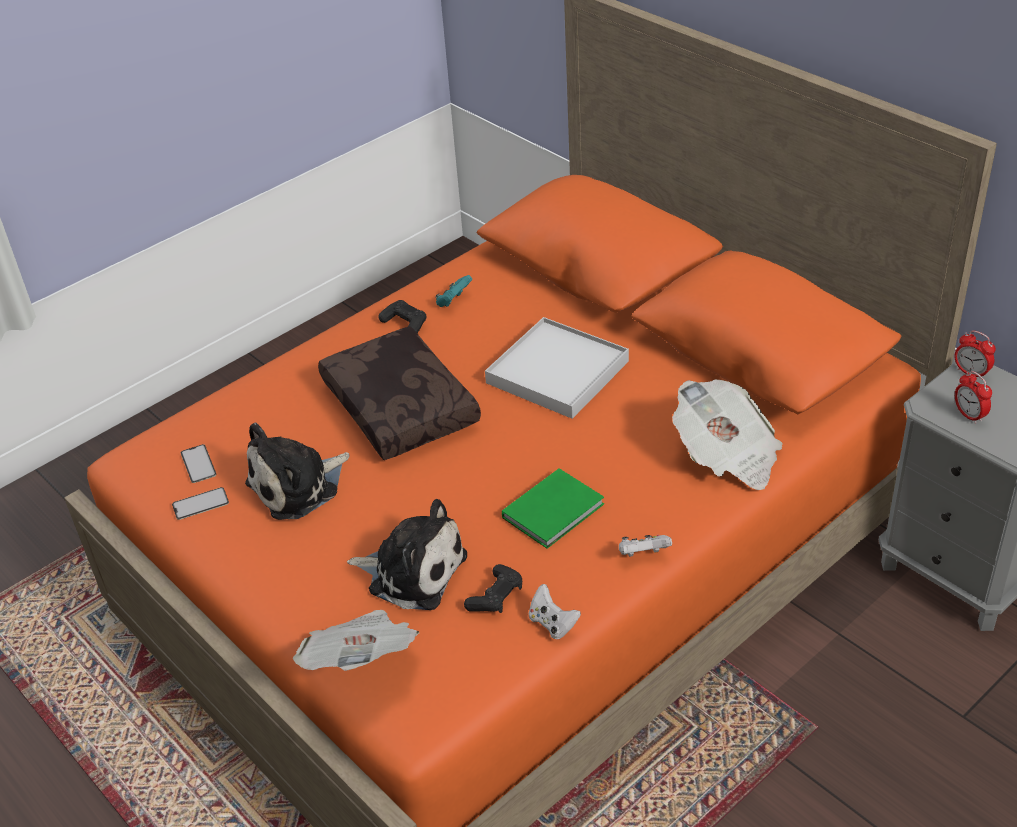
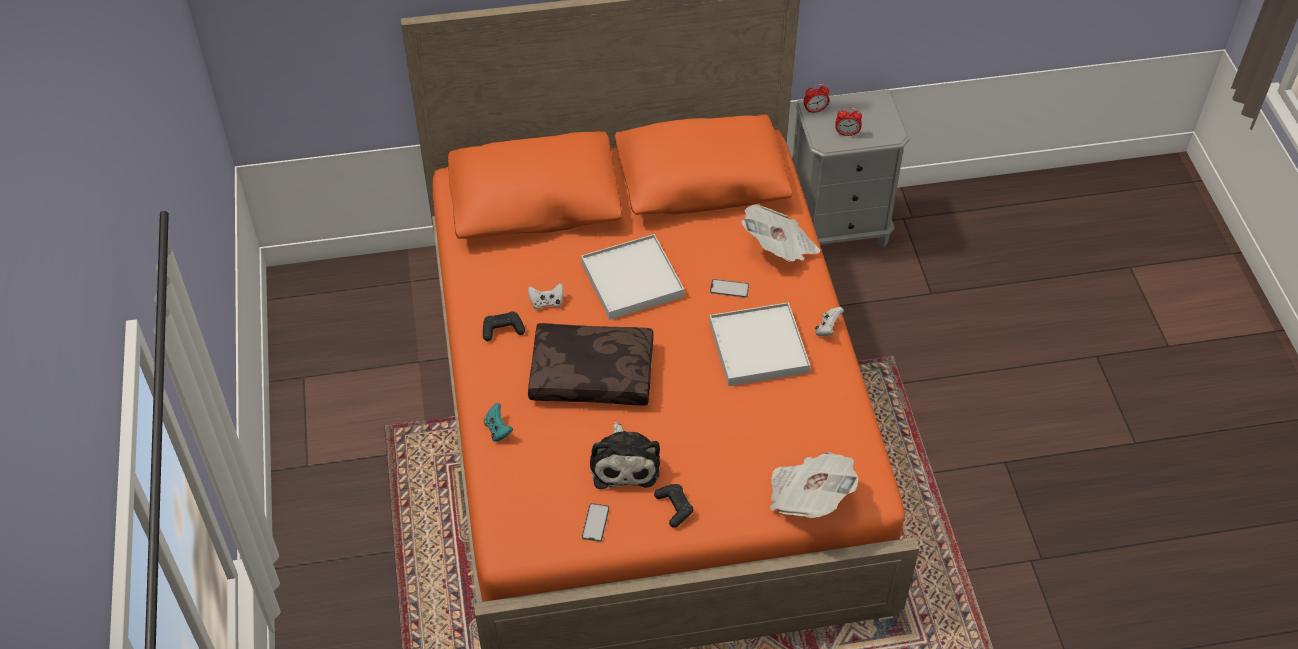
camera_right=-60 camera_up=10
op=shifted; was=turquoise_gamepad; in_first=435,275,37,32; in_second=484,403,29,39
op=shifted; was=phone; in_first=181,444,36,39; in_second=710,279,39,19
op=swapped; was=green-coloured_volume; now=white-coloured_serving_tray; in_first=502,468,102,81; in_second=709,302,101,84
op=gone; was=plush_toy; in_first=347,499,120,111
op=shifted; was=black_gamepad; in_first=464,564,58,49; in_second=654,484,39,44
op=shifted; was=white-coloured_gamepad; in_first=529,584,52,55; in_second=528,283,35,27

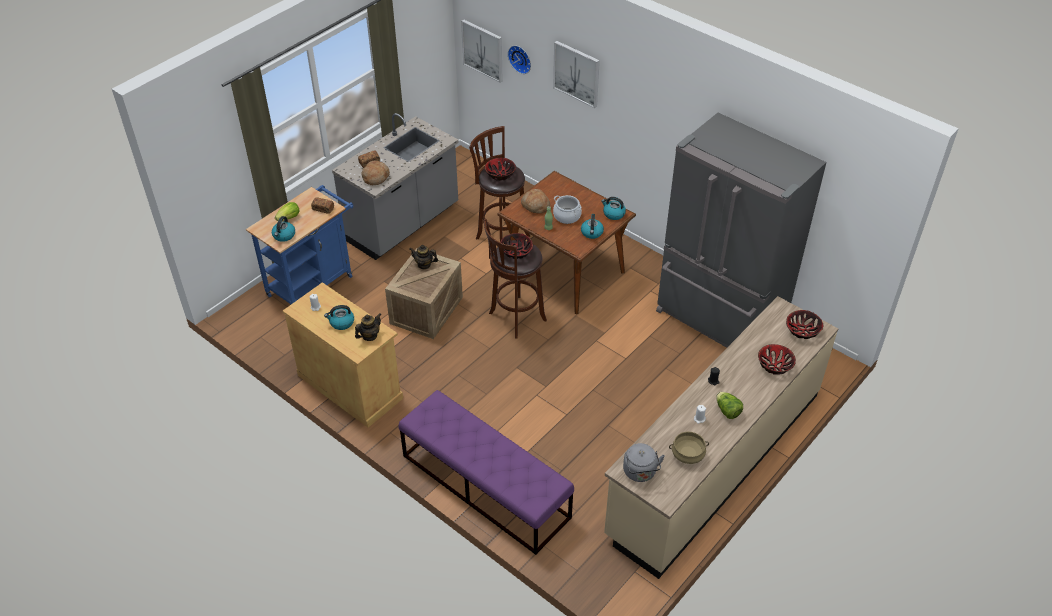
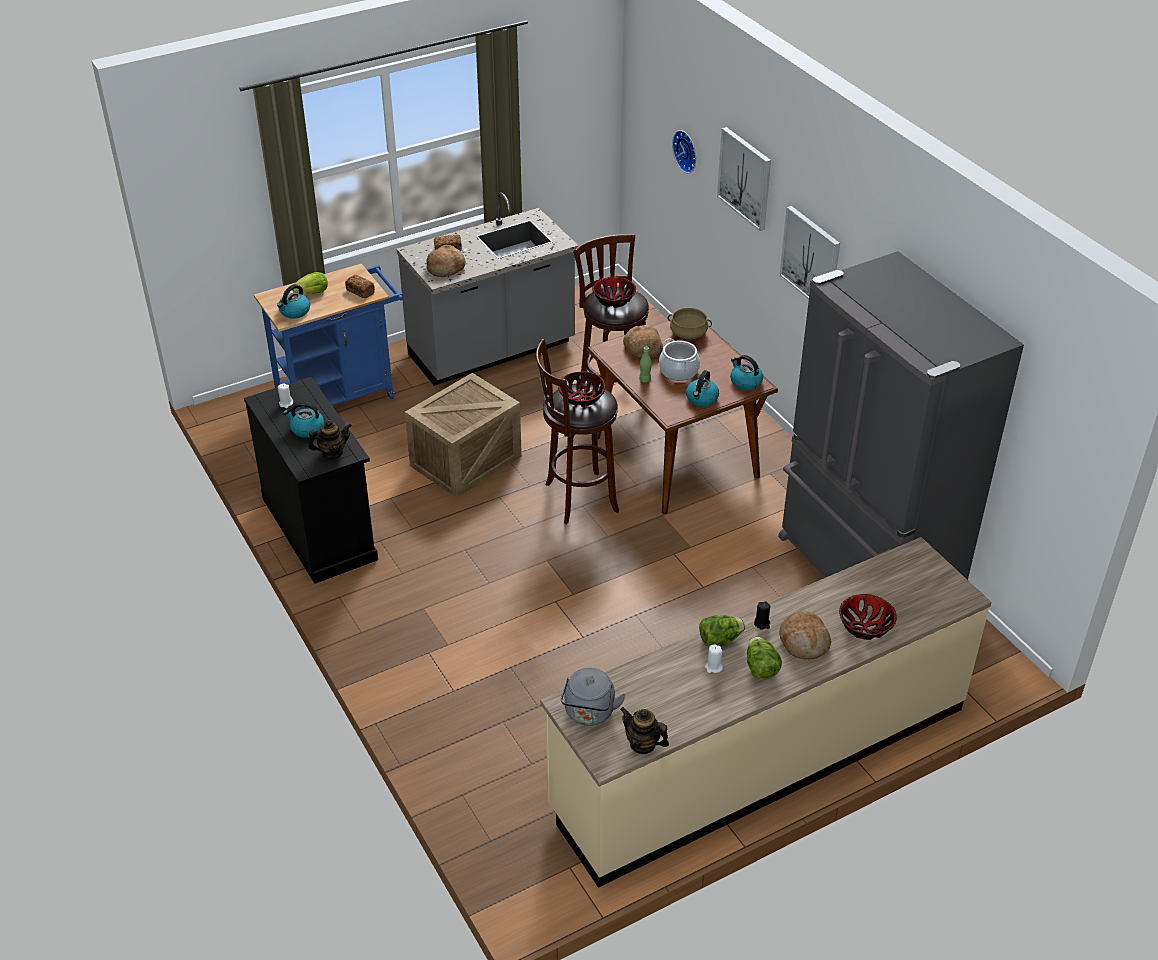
camera_right=20 camera_up=-5
op=shifted; was=picture; in_first=461,19,42,64; in_second=780,206,60,93
op=shifted; was=teapot; in_first=410,245,28,24; in_second=620,707,49,47
op=repainted; was=sand-coloured_cabinet; now=black_cabinet; in_first=283,282,120,146; in_second=244,377,134,207
op=gone; was=serving_bowl; in_first=786,310,37,29
op=gone; was=purple-coloured_indoor_bench; in_first=399,390,175,165
op=shifted; was=sand-coloured_cooking_pot; in_first=669,432,40,32; in_second=668,308,44,31
op=new; now=bread; in_second=779,611,52,49
op=new; now=head_of_lettuce; in_second=699,615,46,32

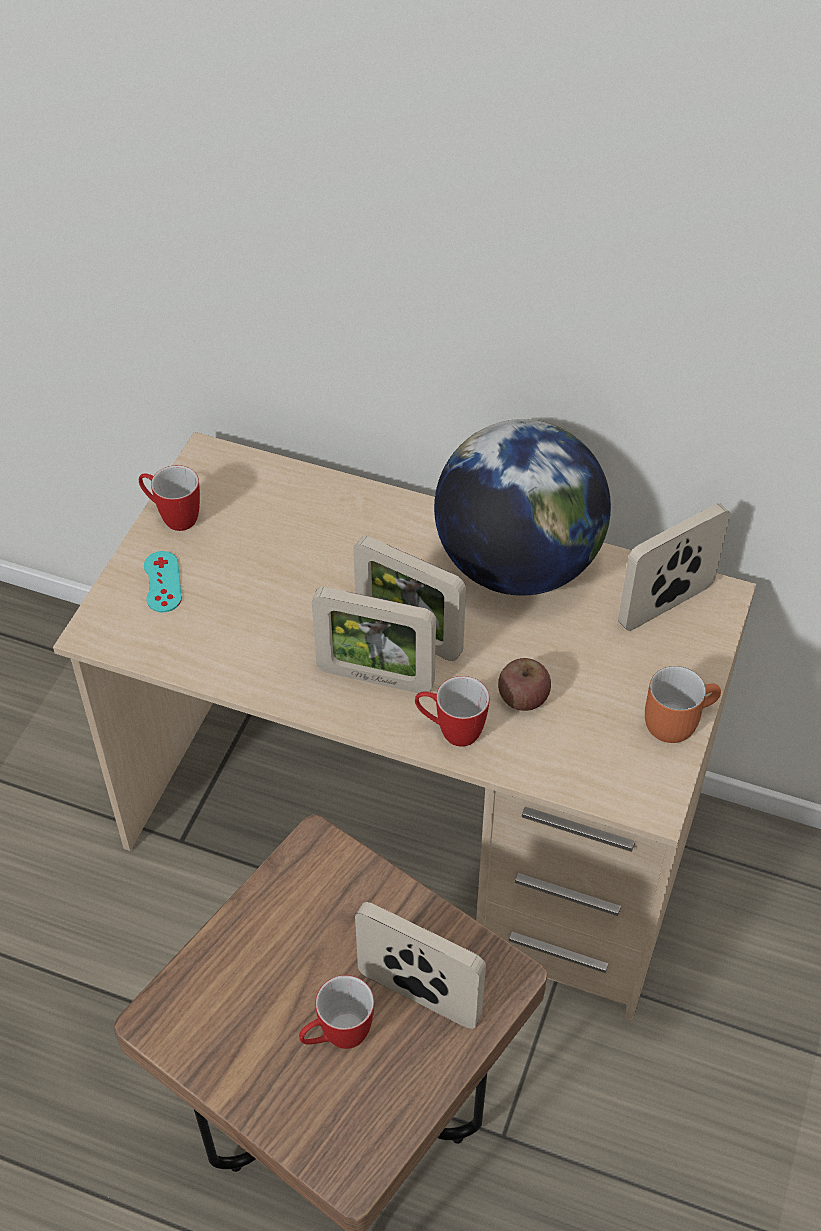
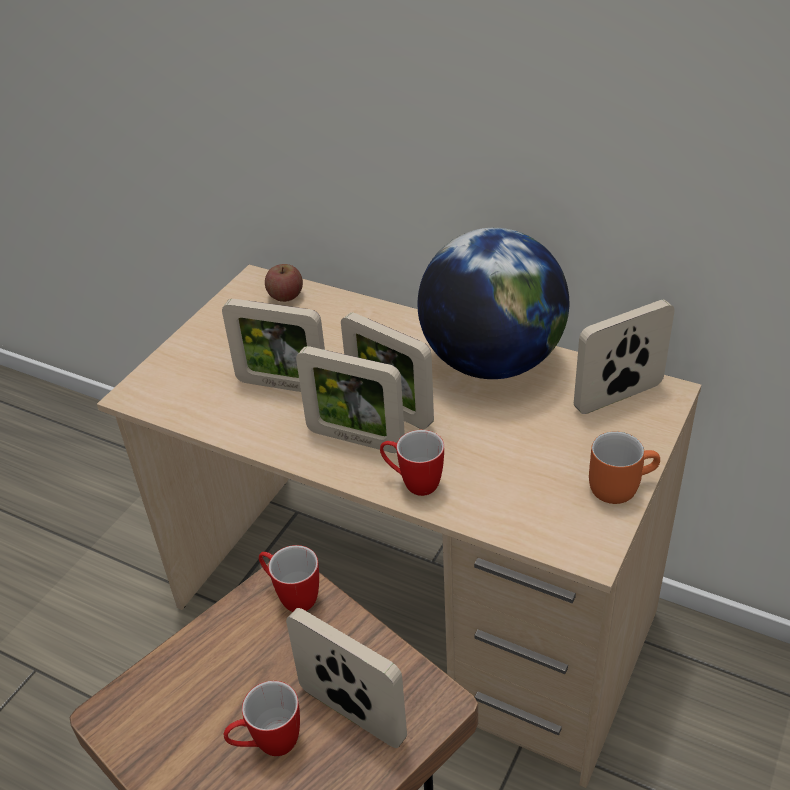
camera_right=10 camera_up=-10
op=shifted; was=tea_mug; in_first=139,465,61,66; in_second=259,545,60,67
op=gone; was=turquoise_gamepad; in_first=144,551,38,61
op=shifted; was=apple_fruit; in_first=498,658,53,53; in_second=265,264,38,38
op=new; now=photo_frame; in_second=222,299,103,93

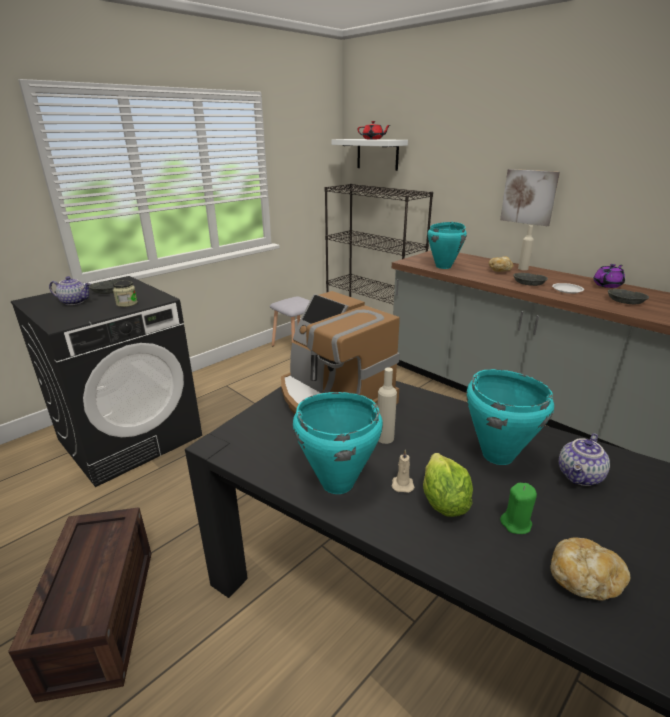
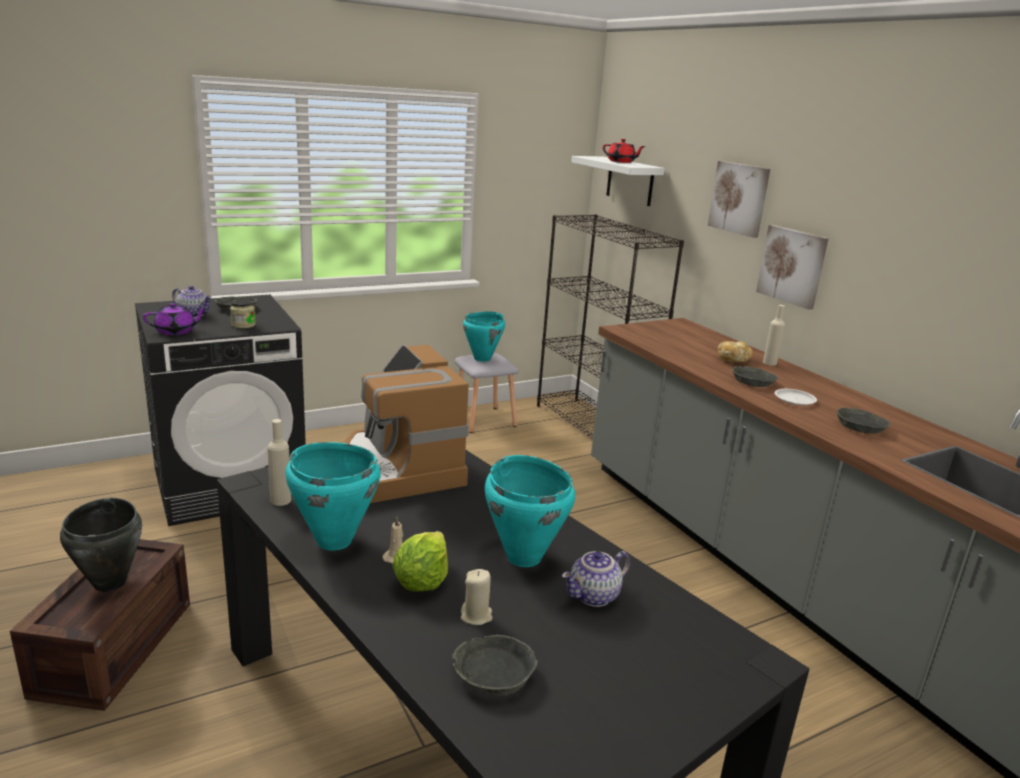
camera_right=15 camera_up=-5
op=shifted; was=turquoise_cooking_pot; in_first=428,222,39,47; in_second=463,312,42,50
op=shifted; was=purple-coloured_teapot; in_first=593,264,32,24; in_second=143,303,64,32
op=shifted; was=sand-coloured_drink_bottle; in_first=378,368,19,76; in_second=267,419,24,87
op=repainted; was=green-coloured_wax_candle; now=sand-coloured_wax_candle; in_first=500,483,37,51; in_second=461,569,32,56
op=swapped; was=bread; now=greyish_serving_bowl; in_first=550,538,80,63; in_second=452,635,86,61
op=new; now=picture; in_second=708,161,63,77
op=new; now=black_cooking_pot; in_second=60,498,82,94

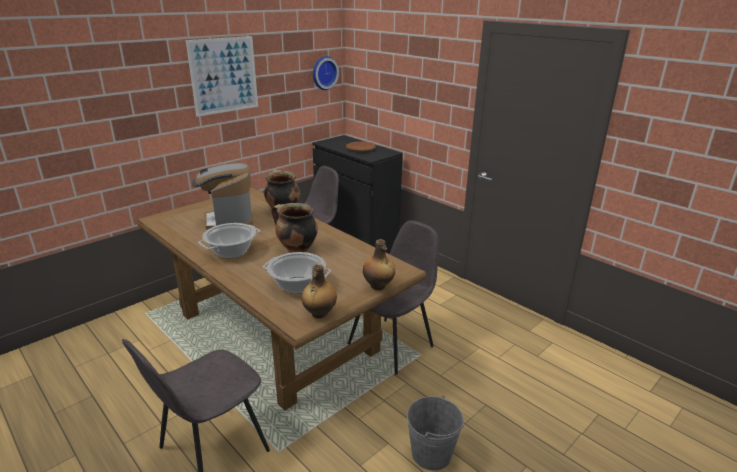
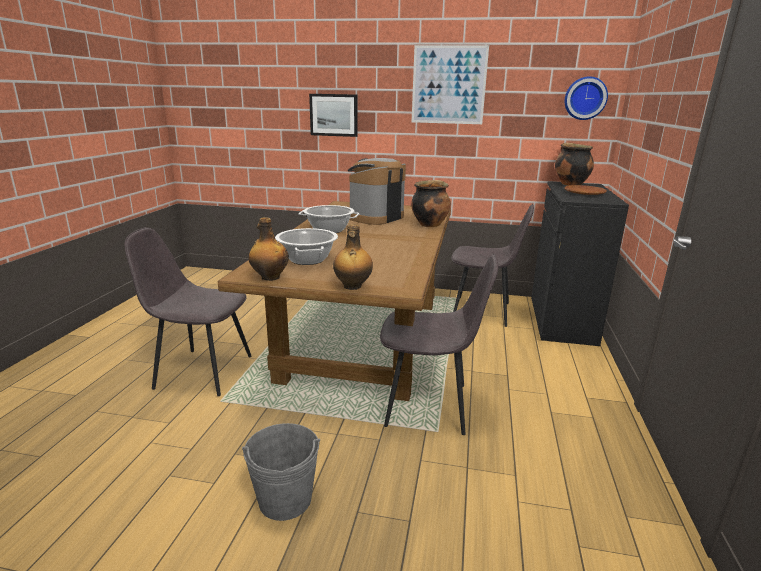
camera_right=55 camera_up=-5
op=shifted; was=cooking_pot; in_first=271,203,47,50; in_second=555,143,39,43
op=new; now=picture; in_second=309,94,48,43

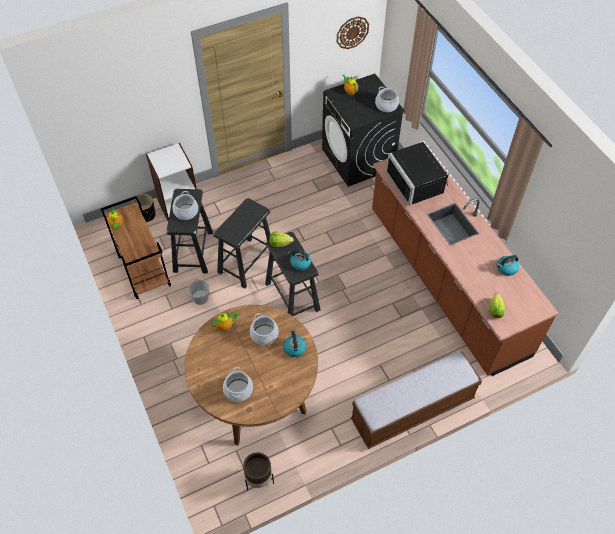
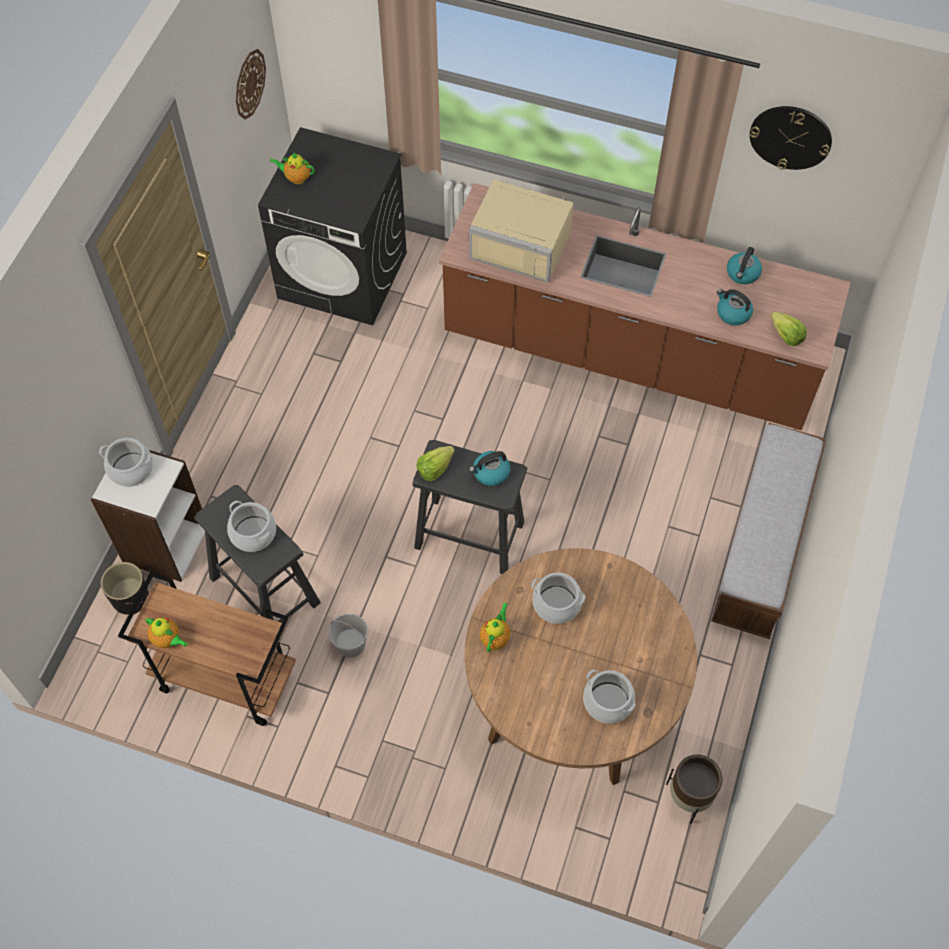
camera_right=-45 camera_up=5
op=shifted; was=cooking_pot; in_first=375,86,24,26; in_second=99,438,54,49
op=repainted; was=black_kitchen_microwave; now=sand-coloured_kitchen_microwave; in_first=386,142,63,63; in_second=469,179,105,104
op=gone; was=black_stool_seat; in_first=213,198,58,90
op=shifted; was=water_kettle; in_first=283,330,23,27; in_second=717,289,36,36
op=new; now=hanging_clock; in_second=750,106,82,64

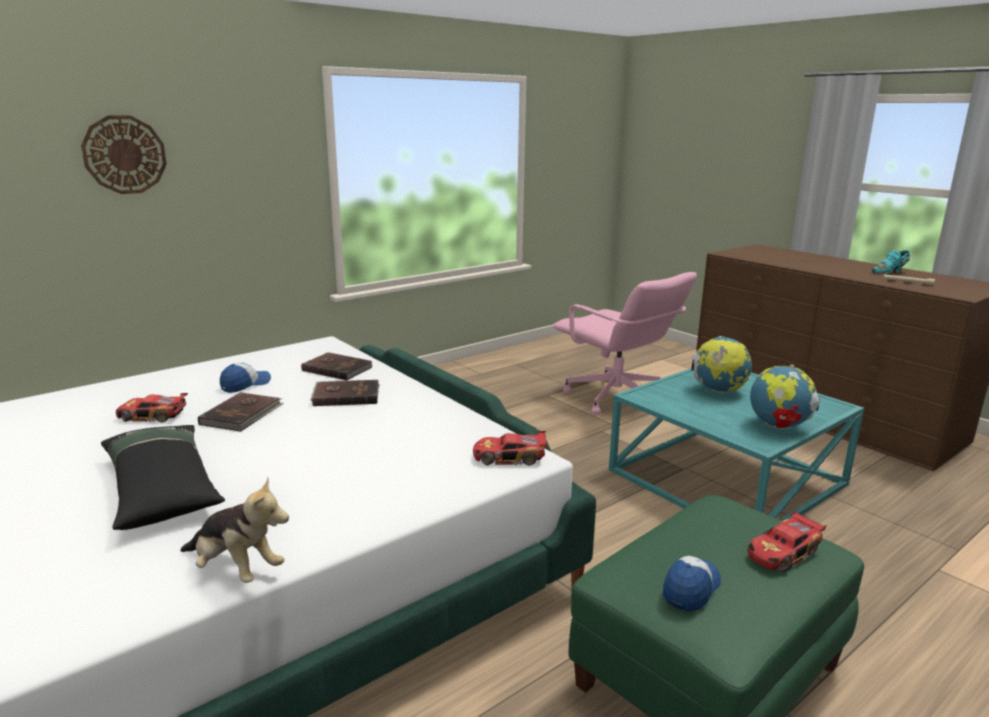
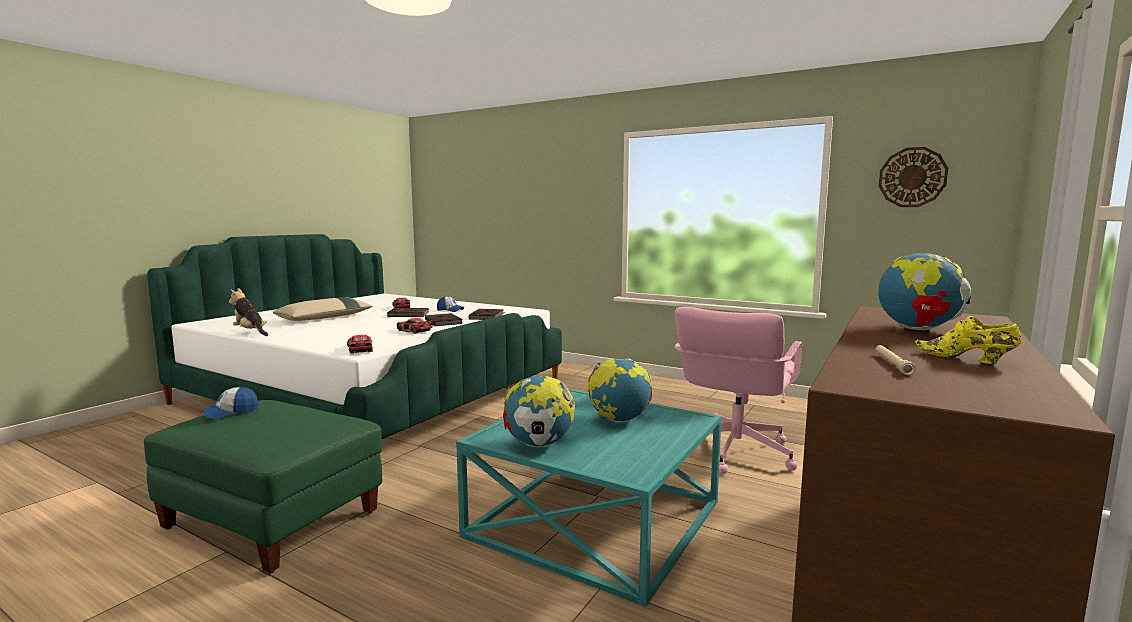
camera_right=70 camera_up=-10
op=shifted; was=hanging_clock; in_first=81,115,86,79; in_second=879,147,69,60
op=repainted; was=turquoise_shoe; now=yellow_shoe; in_first=871,250,39,24; in_second=915,316,106,48
op=repainted; was=black_pillow; now=sand-coloured_pillow; in_first=101,425,124,105; in_second=273,297,100,24
op=rotated; was=plush_toy; in_first=180,478,109,105; in_second=229,288,39,48; clockwise=120
op=shifted; was=miniature_car; in_first=748,511,79,61; in_second=397,318,37,16
op=rotated; was=cap; in_first=663,556,58,56; in_second=201,386,57,34; clockwise=120
op=new; now=desk_globe; in_second=878,253,93,77

